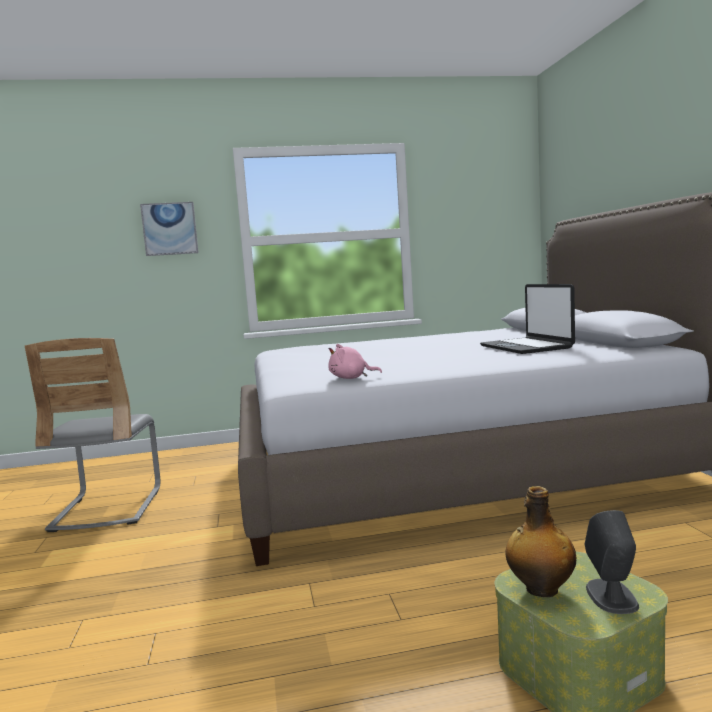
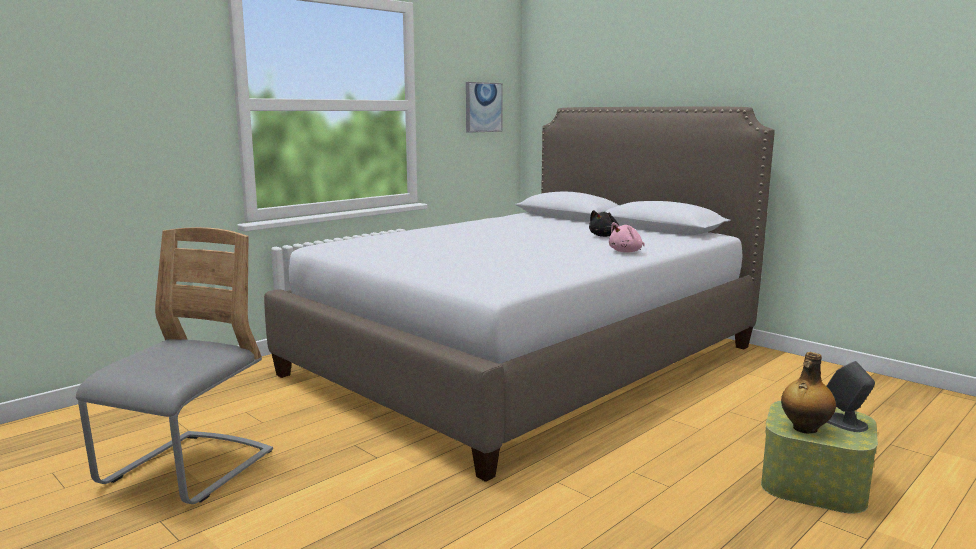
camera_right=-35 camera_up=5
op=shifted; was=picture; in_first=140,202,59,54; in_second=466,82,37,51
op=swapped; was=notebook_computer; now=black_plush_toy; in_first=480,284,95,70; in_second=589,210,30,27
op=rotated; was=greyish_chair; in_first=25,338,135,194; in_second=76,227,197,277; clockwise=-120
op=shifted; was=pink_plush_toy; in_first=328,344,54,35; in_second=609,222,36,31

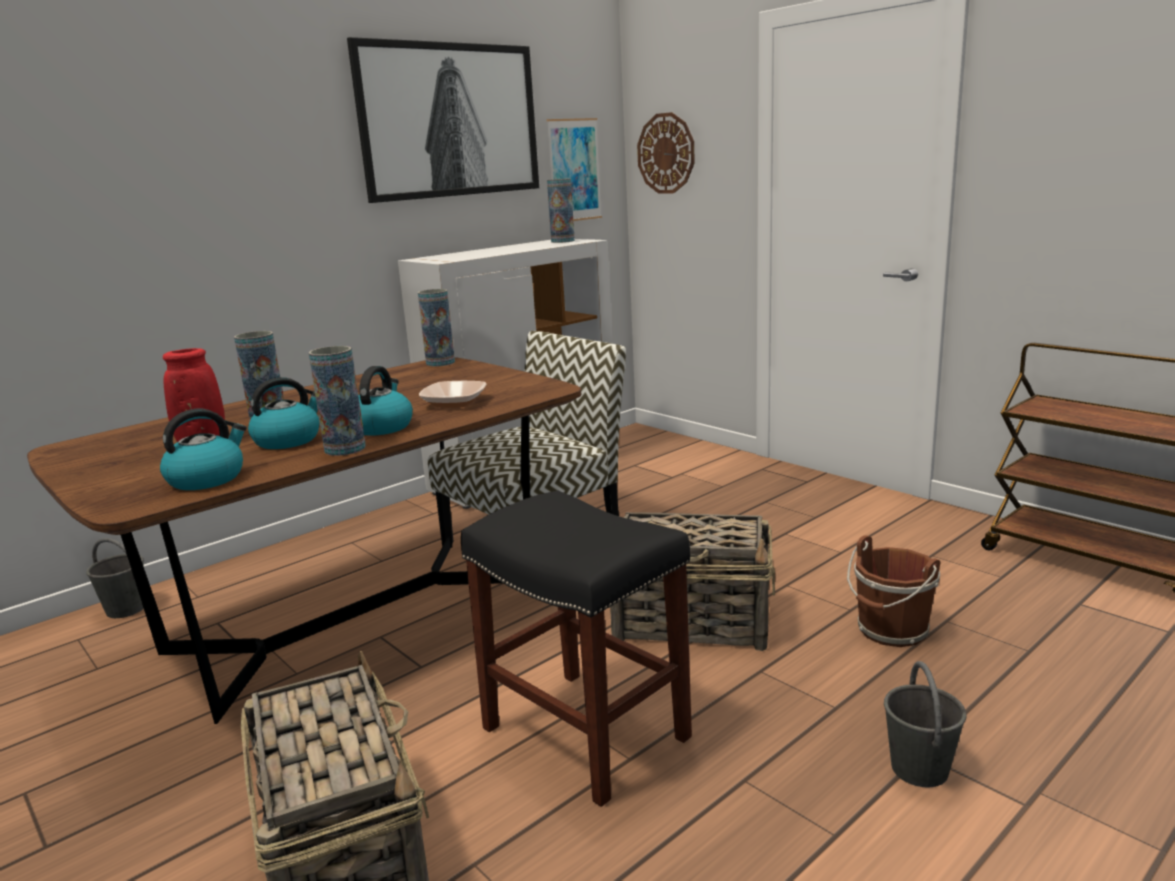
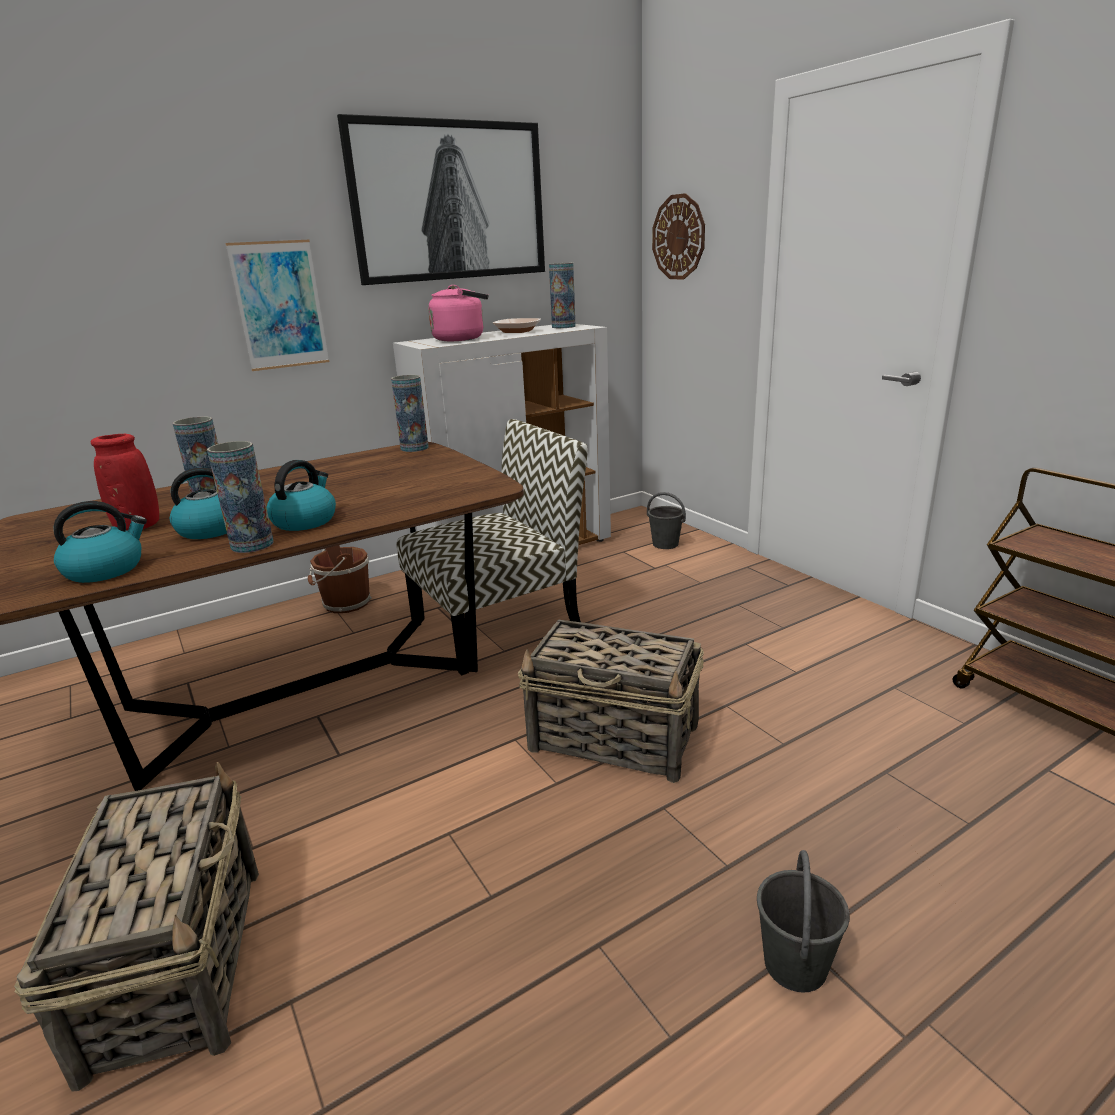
camera_right=10 camera_up=5
op=shifted; was=picture; in_first=547,118,55,103; in_second=226,240,103,131
op=shifted; was=serving_bowl; in_first=419,381,67,27; in_second=493,318,48,15
op=gone; was=black_stool_seat; in_first=461,491,231,316
op=shifted; was=brownish_bucket; in_first=847,535,93,112; in_second=308,545,64,68
op=shifted; was=greyish_bucket; in_first=86,538,58,80; in_second=647,492,39,57
op=new; now=pink_water_kettle; in_second=428,285,60,56

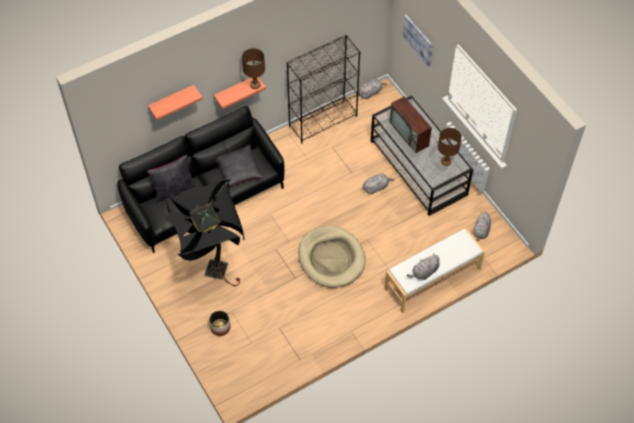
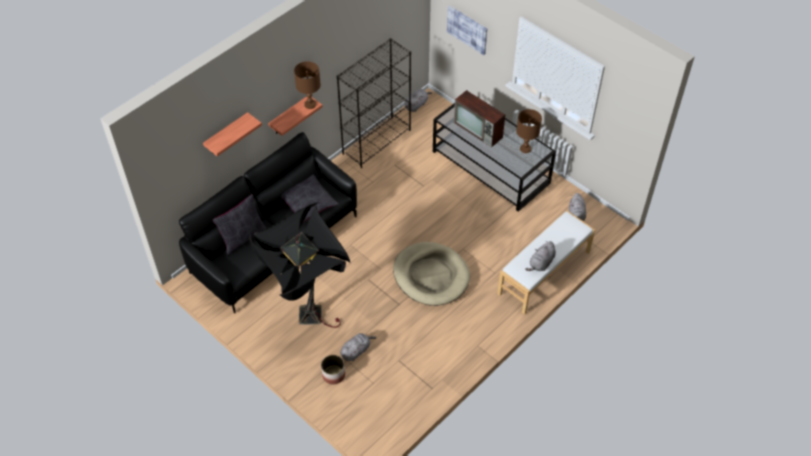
camera_right=-15 camera_up=-5
op=shifted; was=greyish_plush_toy; in_first=363,173,32,21; in_second=340,333,36,28

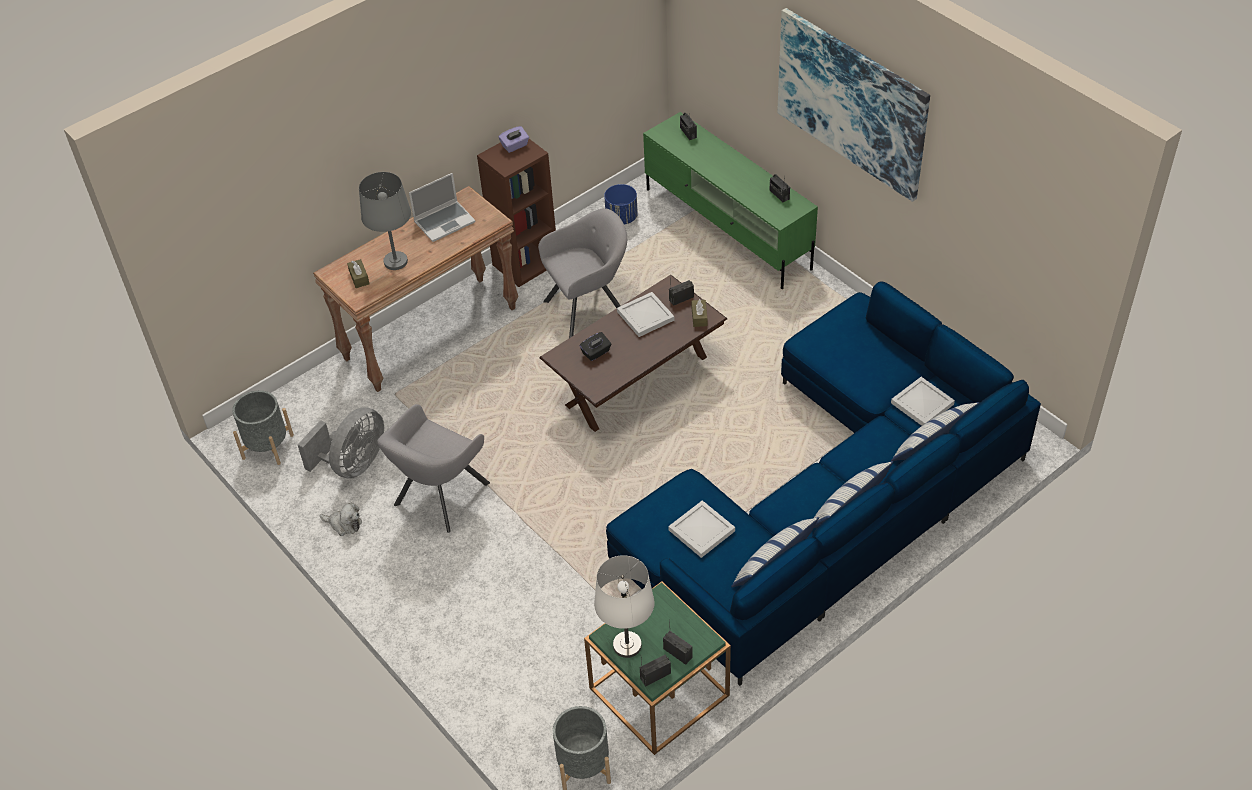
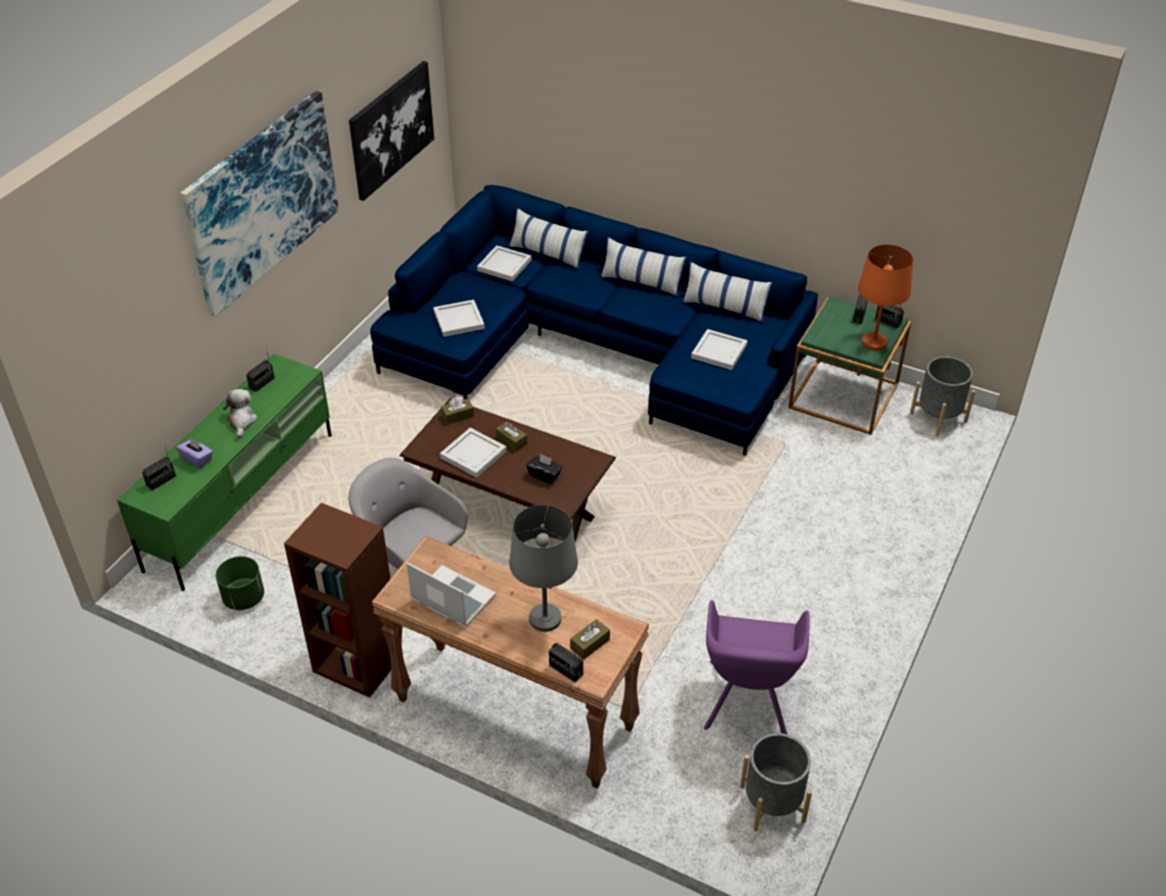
camera_right=-115 camera_up=-5
op=shifted; was=purple-coloured_tissue_holder; in_first=499,126,30,27; in_second=176,438,37,31
op=repainted; was=blue-coloured_plant_pot; now=green-coloured_plant_pot; in_first=604,184,34,41; in_second=216,556,48,54
op=shifted; was=radio_receiver; in_first=669,275,25,31; in_second=549,643,34,39
op=gone; was=greyish_easy_chair; in_first=377,404,113,129
op=swapped; was=greyish_cooling_fan; now=purple-coloured_easy_chair; in_first=298,407,86,72; in_second=704,600,106,134
op=shifted; was=plush_toy; in_first=319,502,43,34; in_second=223,389,35,49
op=repainted; was=white-coloured_table_lamp; now=orangey_table_lamp; in_first=594,555,61,103; in_second=858,244,55,107
op=new; now=picture; in_second=349,61,85,140
op=new; now=white-coloured_serving_tray; in_second=433,300,52,37
op=new; now=brownish_tissue_holder; in_second=496,421,31,30

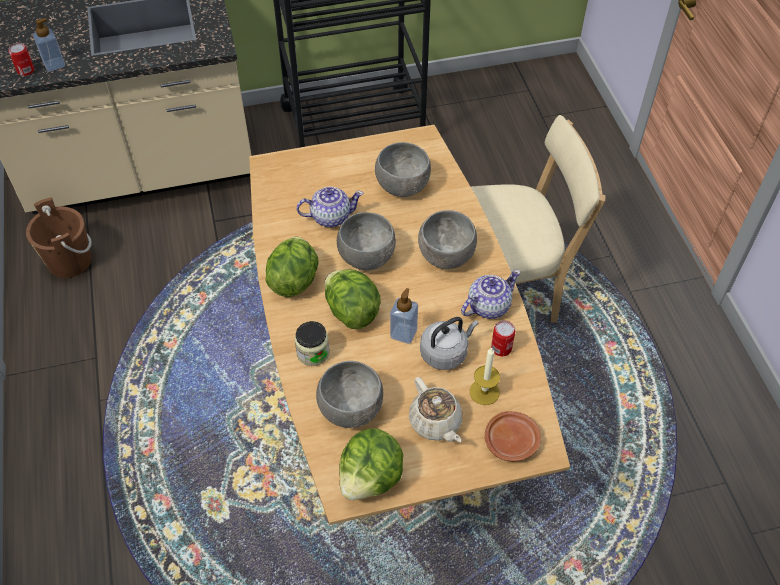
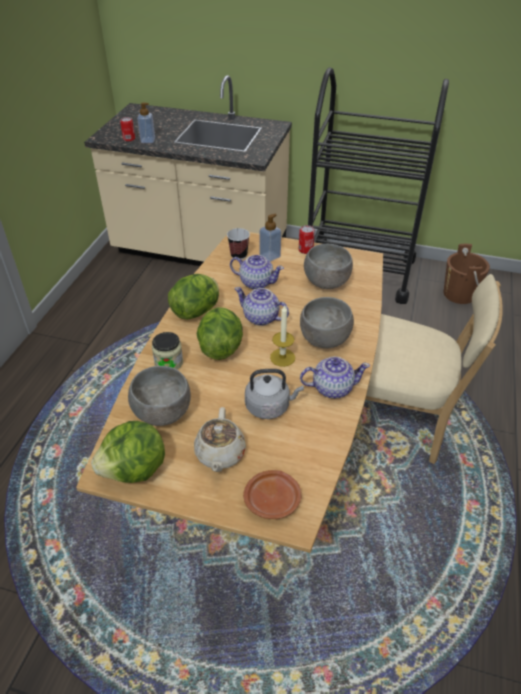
camera_right=30 camera_up=-10
op=shifted; was=brownish_bucket; in_first=26,197,66,81; in_second=444,244,46,60
op=swapped; was=greyish_serving_bowl; now=teapot; in_first=337,212,59,58; in_second=234,287,55,39
op=shifted; was=soap_bottle; in_first=390,288,28,56; in_second=260,214,21,48
op=shifted; was=sealed_can; in_first=491,321,24,35; in_second=299,225,16,29
op=shifted; was=wax_candle; in_first=470,347,30,58; in_second=270,304,25,63
op=new; now=drinking_cup; in_second=227,228,23,32

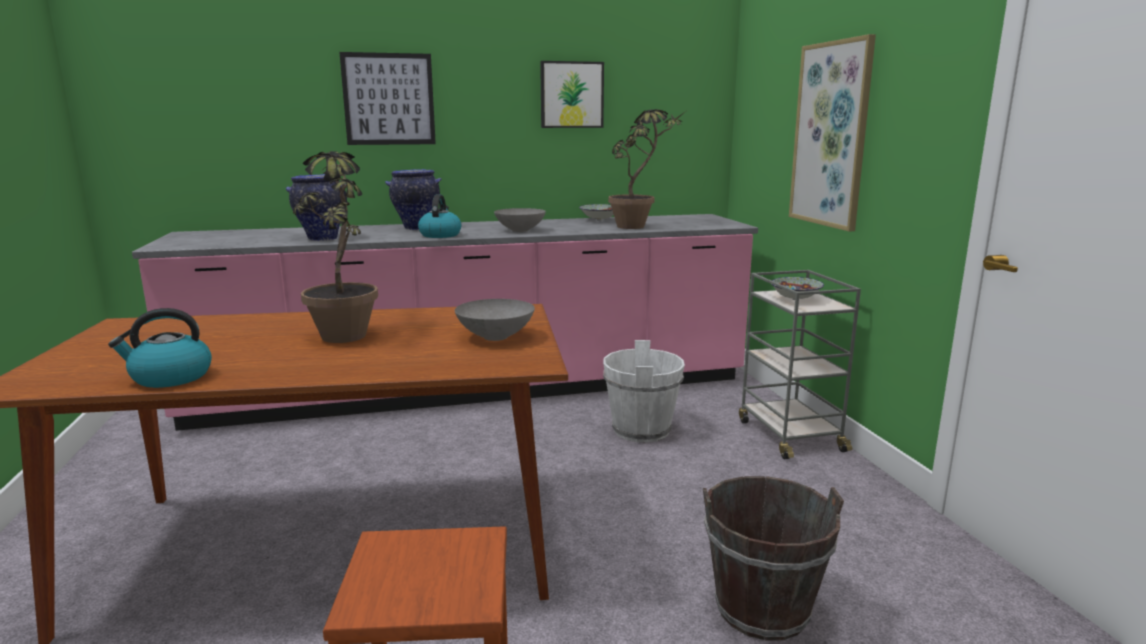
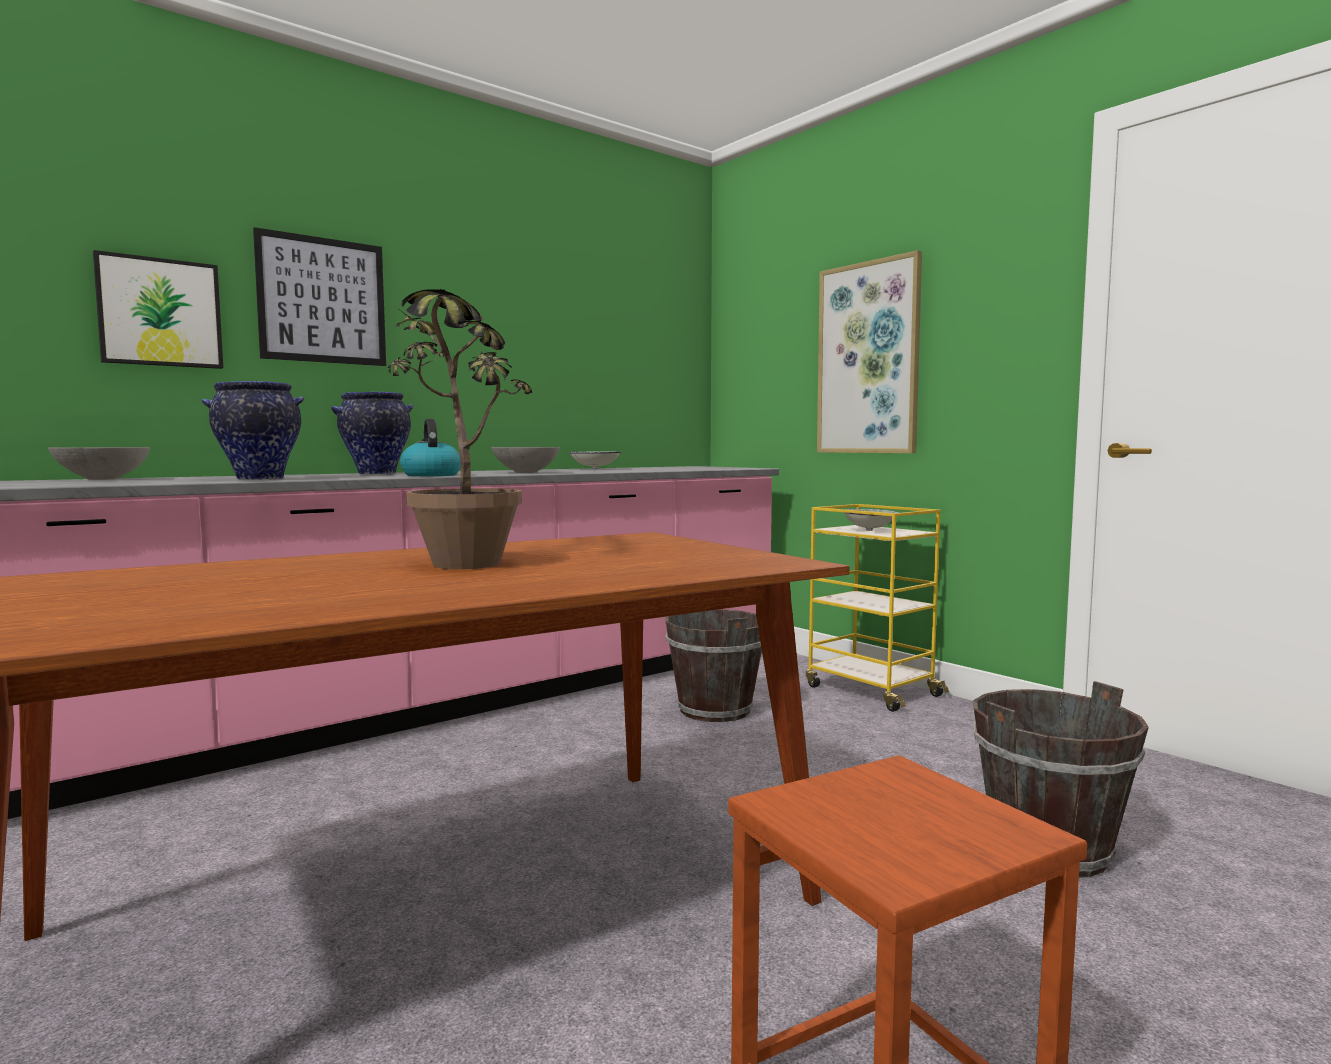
camera_right=-25 camera_up=-10
op=shifted; was=picture; in_first=540,61,64,67; in_second=93,250,130,119
op=gone; was=houseplant; in_first=608,109,77,120
op=repainted; was=greyish_cart; now=yellow_cart; in_first=739,270,122,189; in_second=806,504,143,208
op=shifted; was=greyish_serving_bowl; in_first=455,299,80,42; in_second=48,447,102,33
op=gone; was=water_kettle; in_first=108,308,104,80
op=repainted; was=white-coloured_bucket; now=brownish_bucket; in_first=603,340,82,103; in_second=665,609,97,113

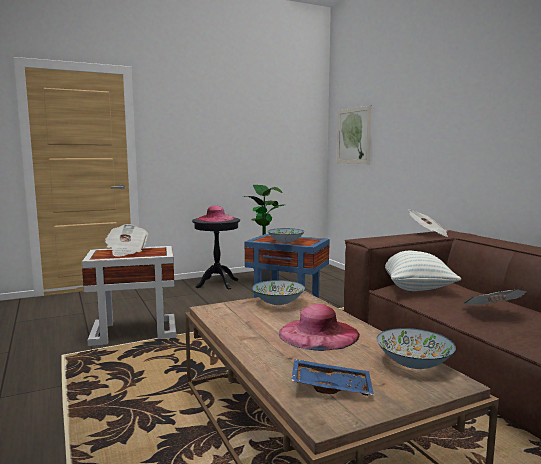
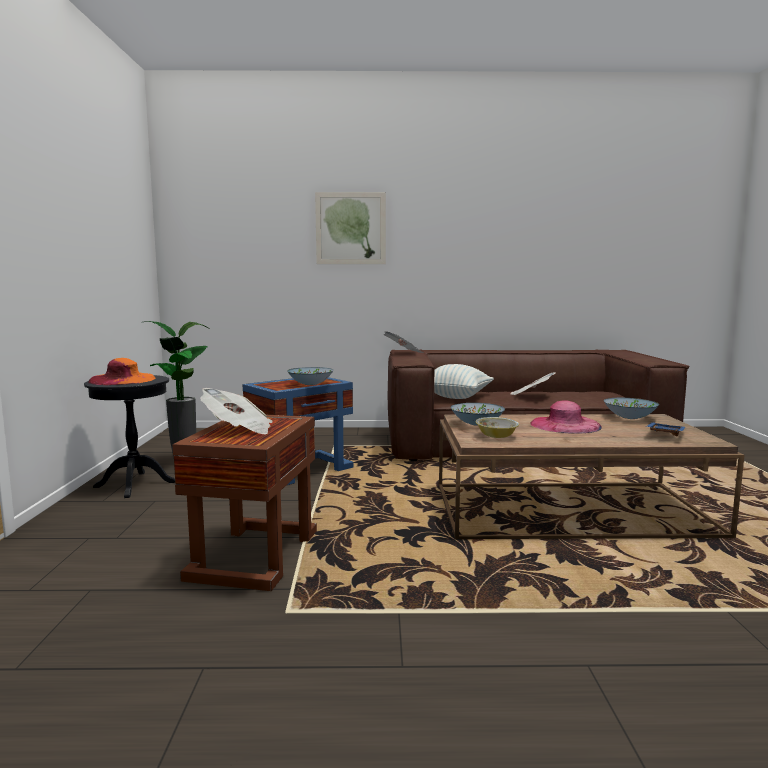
camera_right=-65 camera_up=0
op=shifted; was=picture; in_first=337,105,35,59; in_second=315,192,71,72
op=repainted; was=pink_wearable_hat; now=orangey_wearable_hat; in_first=197,205,37,17; in_second=88,358,67,27
op=repainted; was=white-coloured_accent_table; now=brownish_accent_table; in_first=82,246,94,100; in_second=173,415,144,176
op=new; now=serving_bowl; in_second=476,417,43,21

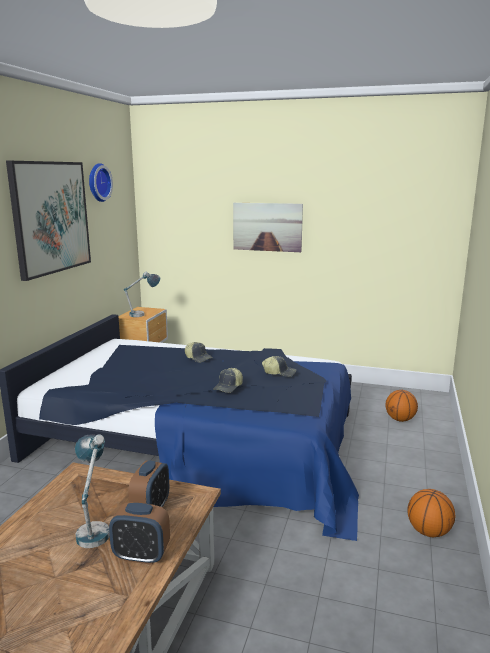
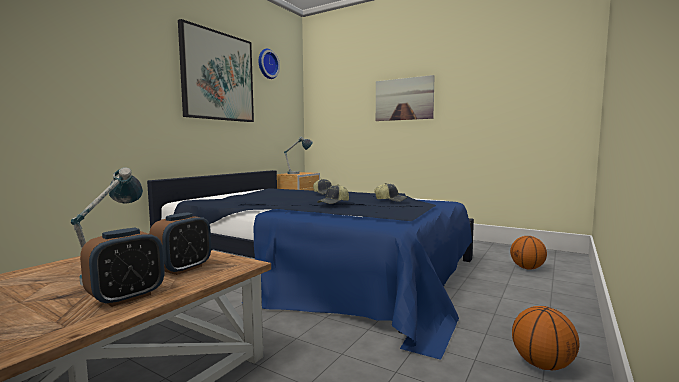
camera_right=15 camera_up=-10
op=rotated; was=bedside_clock; in_first=109,503,61,62; in_second=80,228,85,79; clockwise=-75

